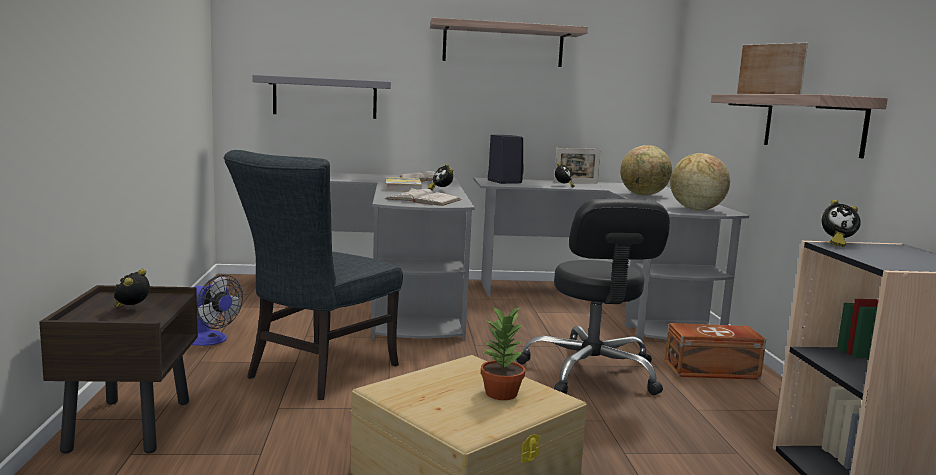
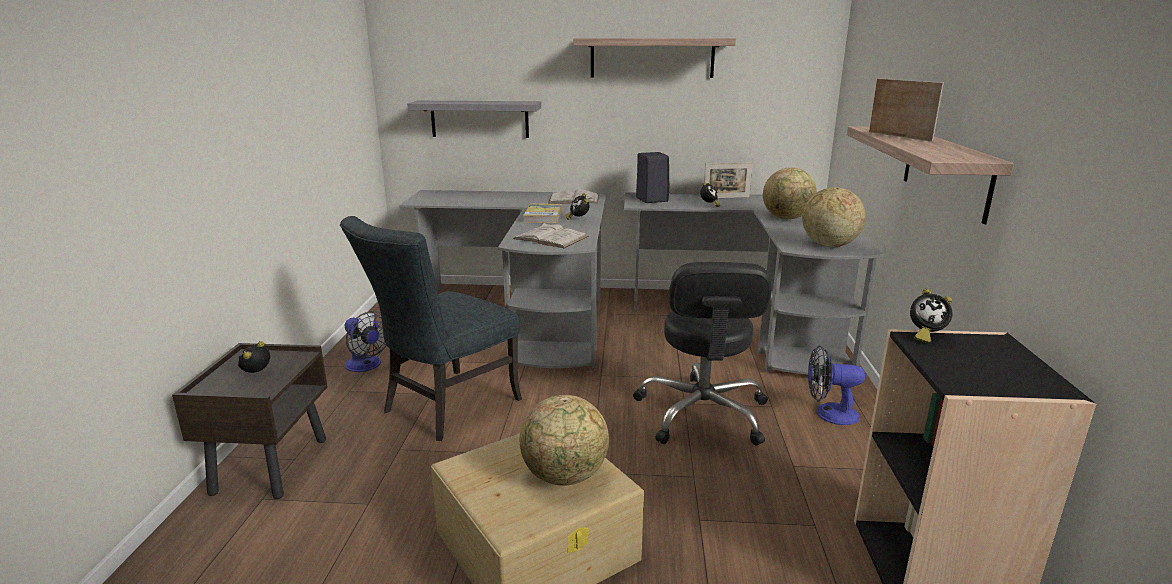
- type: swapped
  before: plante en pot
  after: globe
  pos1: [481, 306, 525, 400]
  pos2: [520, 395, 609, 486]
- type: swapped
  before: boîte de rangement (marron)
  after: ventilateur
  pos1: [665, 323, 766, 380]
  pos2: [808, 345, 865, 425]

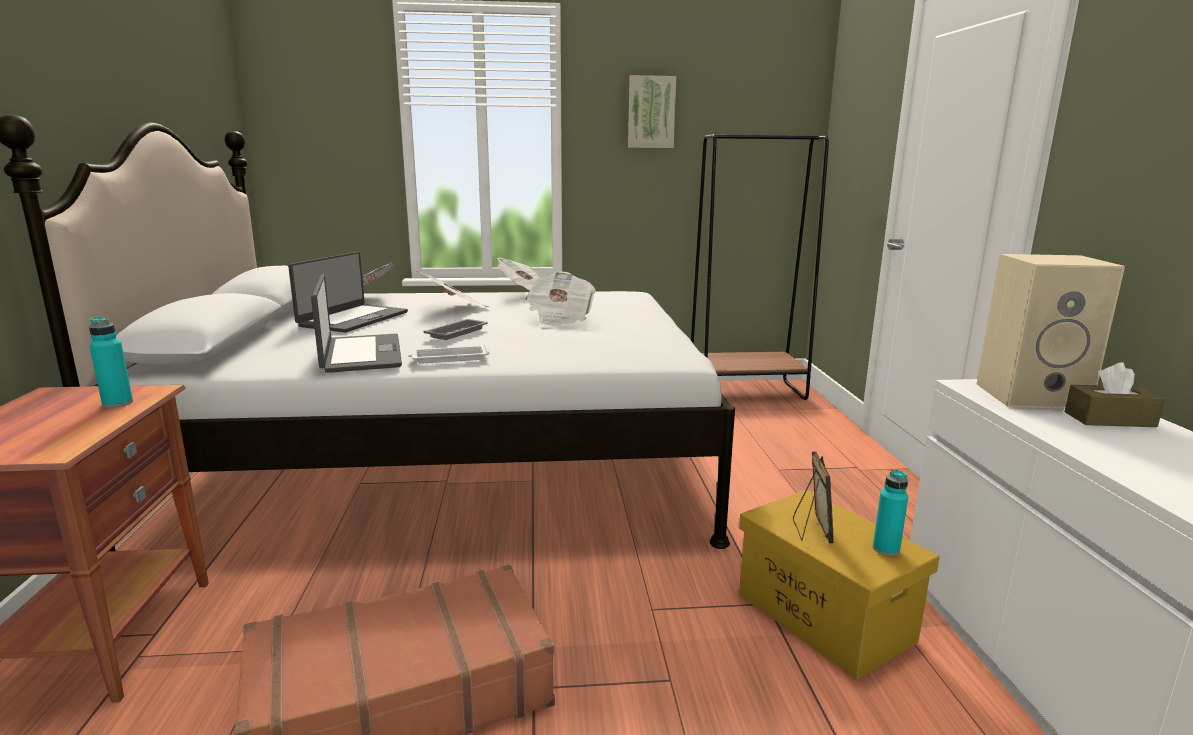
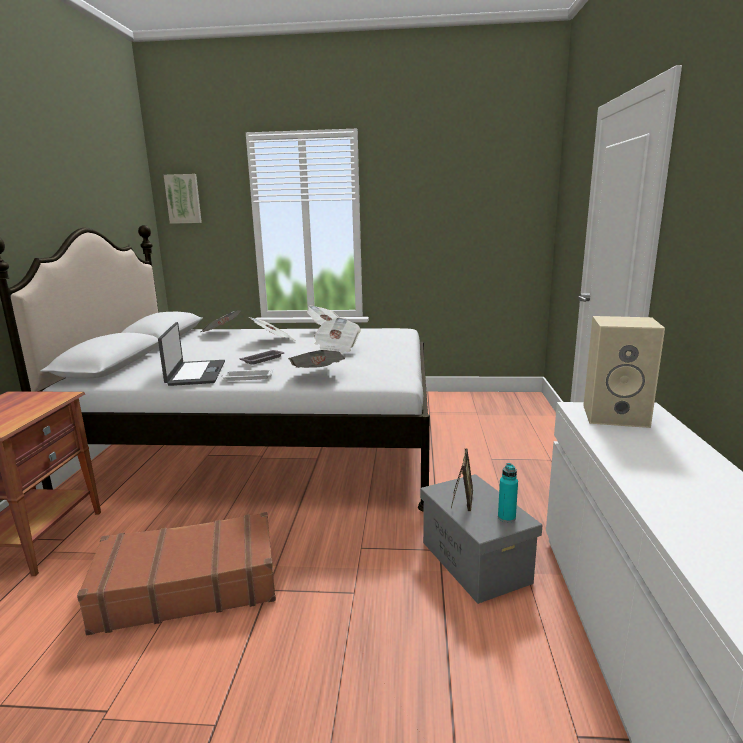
- type: gone
  before: bouteille (turquoise)
  pos1: [89, 317, 133, 408]
- type: gone
  before: ordinateur portable
  pos1: [288, 252, 408, 333]
- type: shifted
  before: tableau
  pos1: [628, 75, 676, 148]
  pos2: [164, 174, 202, 224]
- type: gone
  before: portant
  pos1: [691, 134, 829, 400]
- type: repainted
  before: boîte de rangement (jaune)
  after: boîte de rangement (gris)
  pos1: [739, 490, 940, 679]
  pos2: [420, 474, 543, 604]
- type: gone
  before: boîte à mouchoirs (marron)
  pos1: [1065, 362, 1165, 427]
- type: new
  after: journal
  pos2: [288, 350, 345, 368]

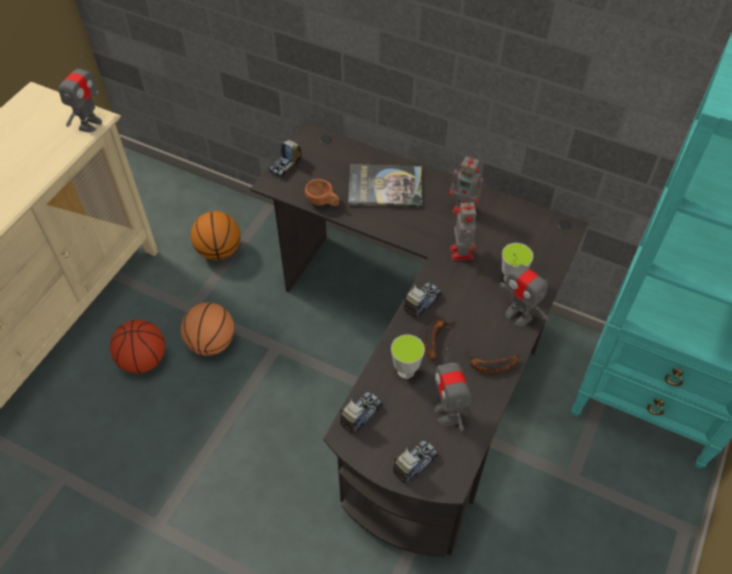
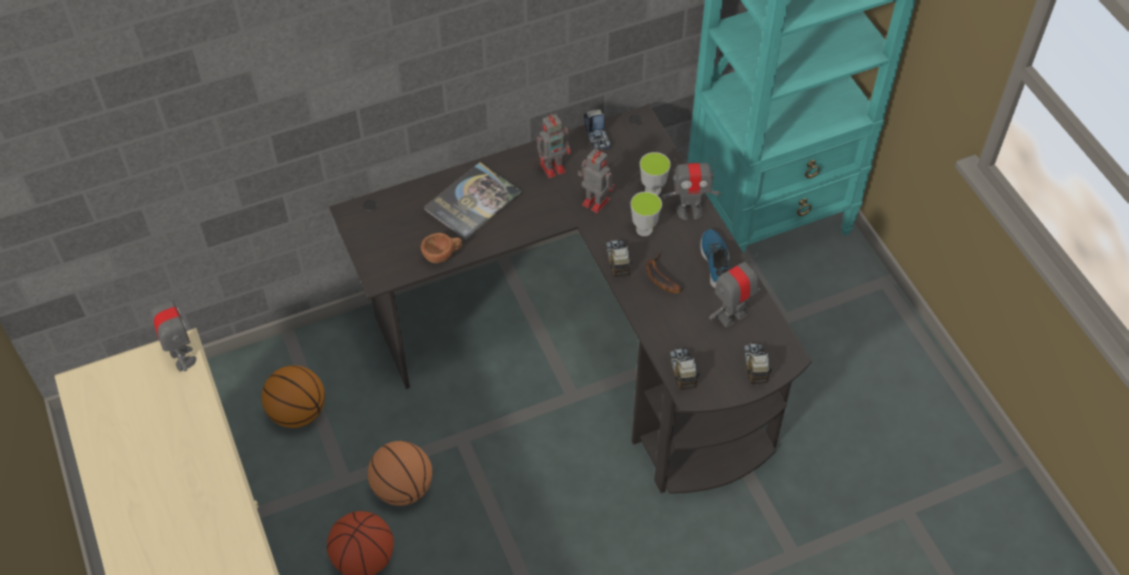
- type: shifted
  before: camion jouet
  pos1: [269, 140, 302, 178]
  pos2: [584, 110, 611, 150]
- type: shifted
  before: tasse
  pos1: [391, 334, 425, 379]
  pos2: [630, 191, 662, 236]
- type: rotated
  before: robot jouet
  pos1: [435, 348, 471, 431]
  pos2: [709, 253, 761, 327]
  turn: 120
- type: swapped
  before: banane
  after: chaussure
  pos1: [467, 350, 519, 373]
  pos2: [700, 229, 729, 288]

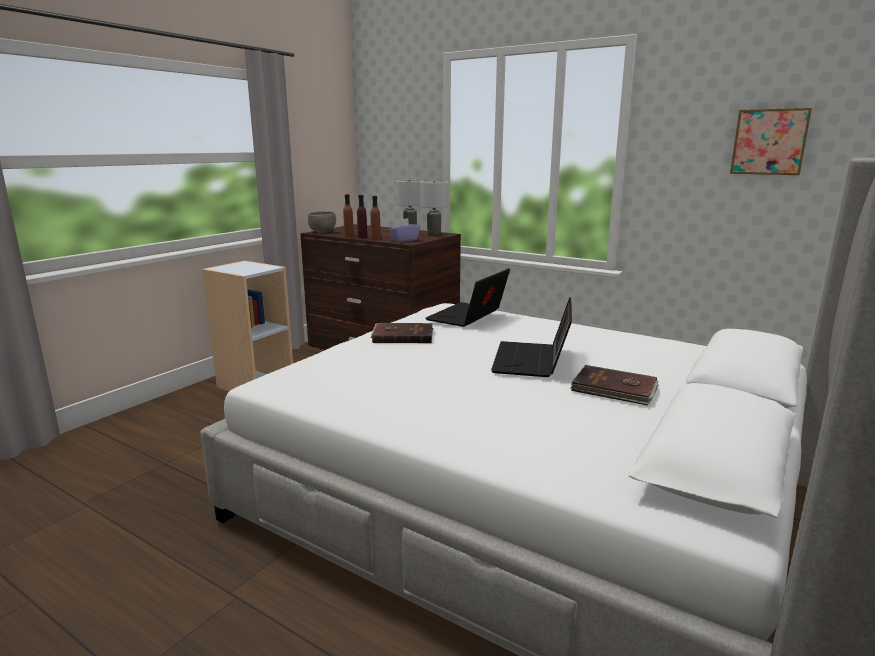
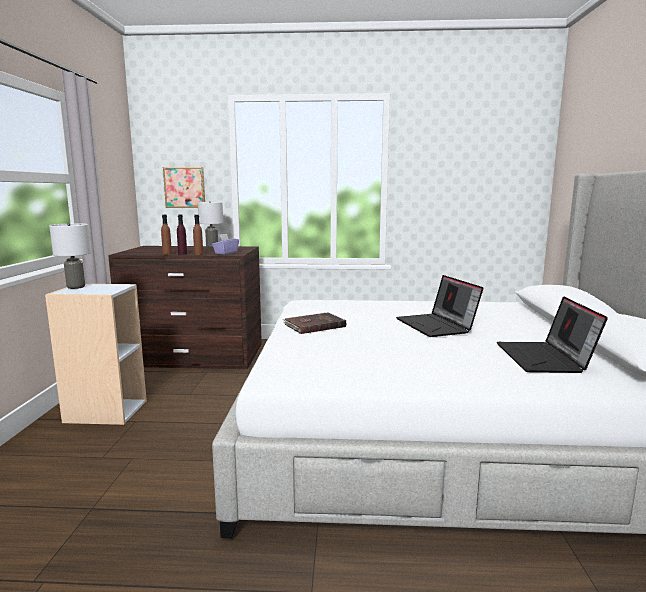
- type: gone
  before: bol (gris)
  pos1: [308, 211, 336, 233]
- type: shifted
  before: lampe de table (blanc)
  pos1: [420, 181, 448, 236]
  pos2: [49, 223, 91, 289]
- type: shifted
  before: ordinateur portable
  pos1: [425, 268, 510, 327]
  pos2: [497, 296, 608, 373]
- type: gone
  before: livre (marron)
  pos1: [570, 365, 659, 406]
- type: shifted
  before: tableau
  pos1: [730, 108, 812, 175]
  pos2: [163, 167, 205, 208]

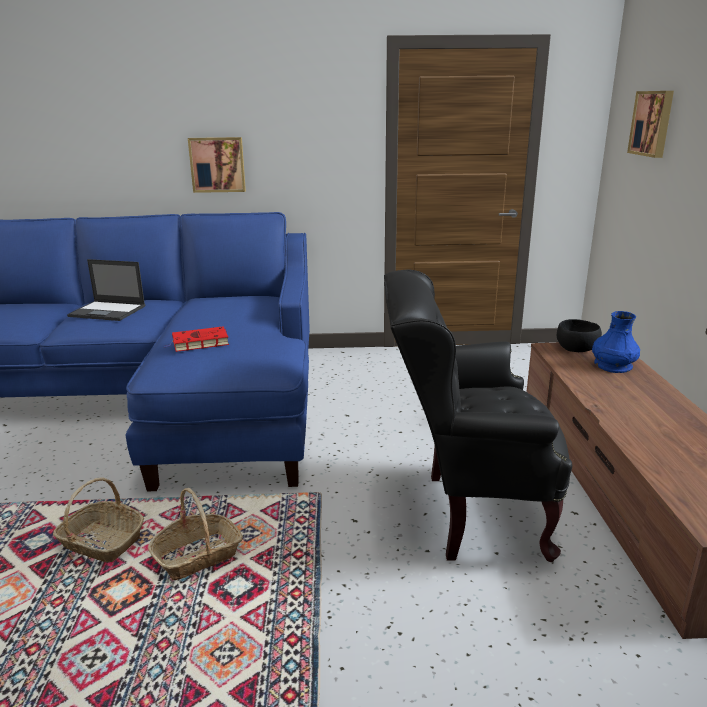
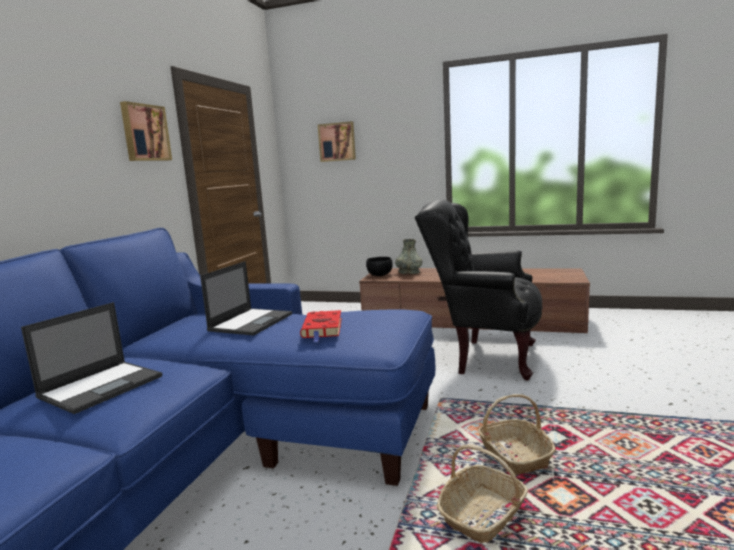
- type: shifted
  before: tableau
  pos1: [188, 137, 246, 193]
  pos2: [120, 101, 172, 161]
- type: rotated
  before: fauteuil (noir)
  pos1: [384, 270, 572, 562]
  pos2: [415, 199, 542, 381]
  turn: 90
- type: repainted
  before: vase (bleu)
  after: vase (gris)
  pos1: [592, 311, 640, 373]
  pos2: [395, 239, 422, 274]
- type: new
  after: ordinateur portable
  pos2: [200, 261, 292, 336]

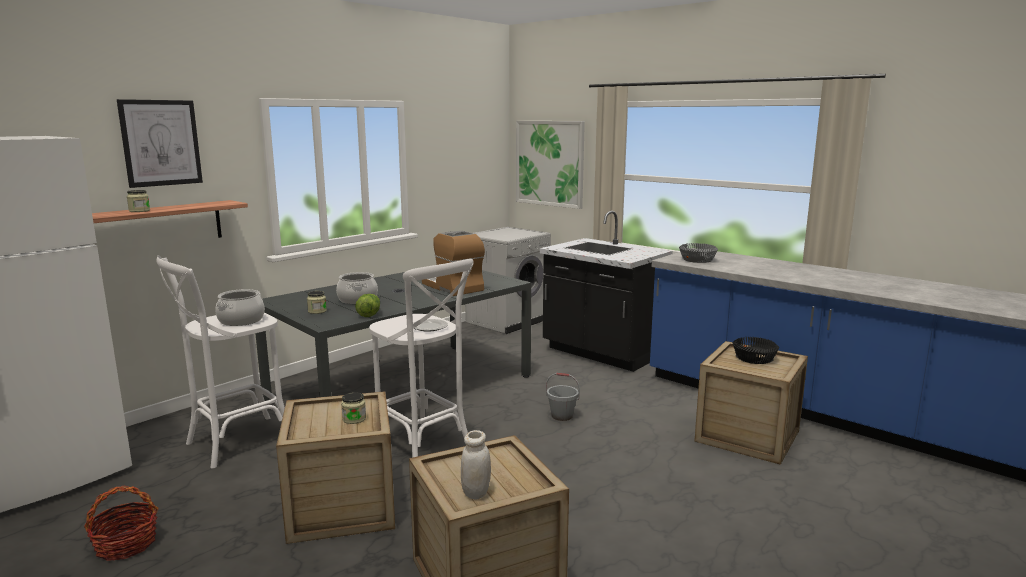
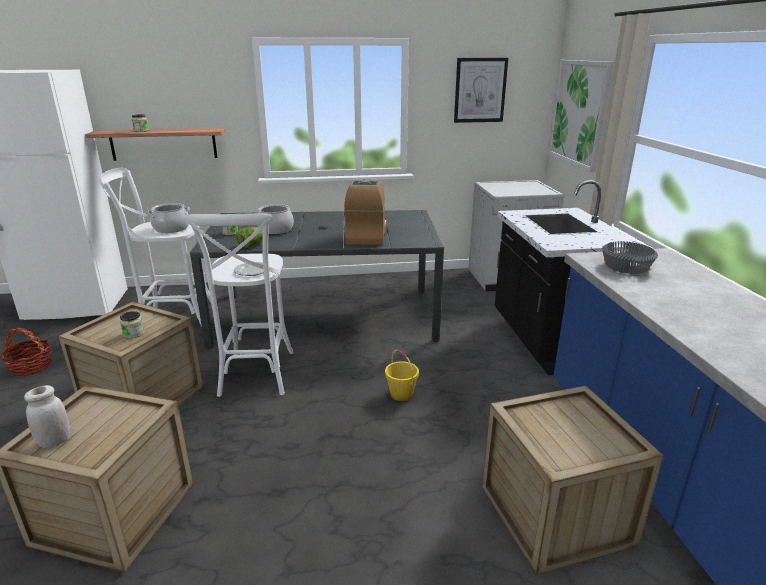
- type: shifted
  before: tableau
  pos1: [117, 99, 203, 188]
  pos2: [454, 58, 508, 123]
- type: repainted
  before: seau (gris)
  after: seau (jaune)
  pos1: [546, 373, 580, 421]
  pos2: [385, 350, 419, 401]
- type: gone
  before: bol (noir)
  pos1: [733, 337, 779, 364]

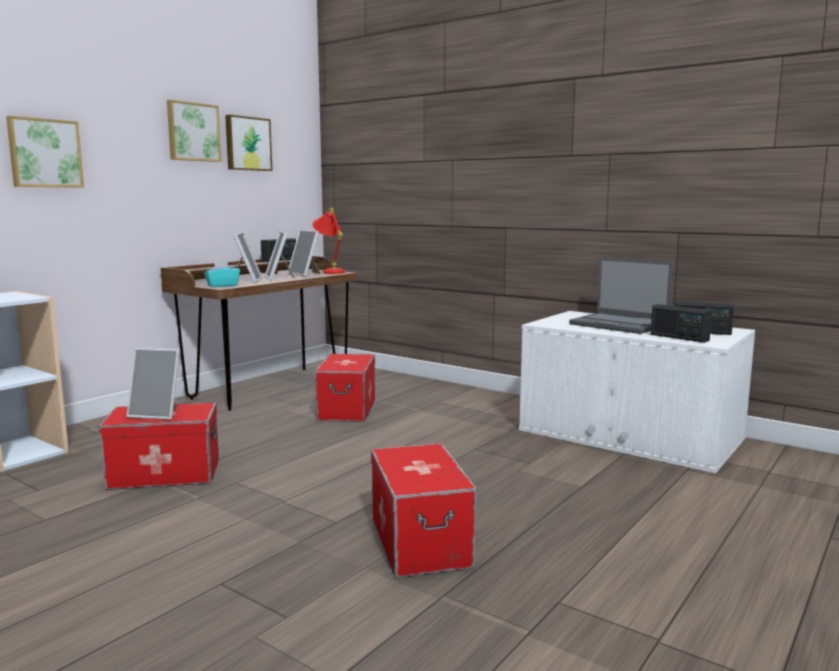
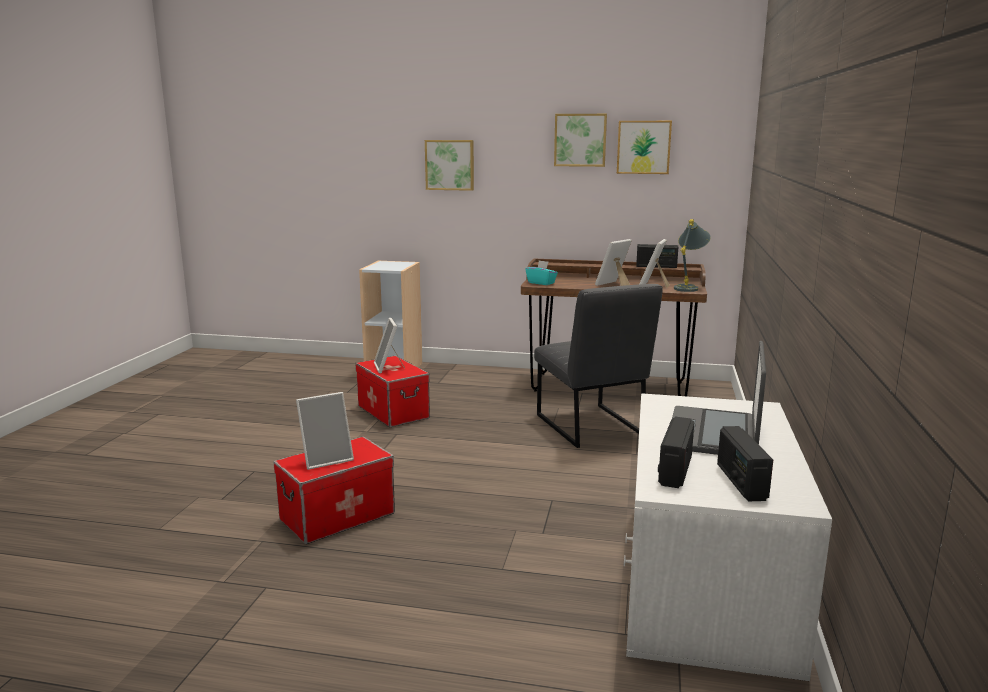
- type: shifted
  before: cadre photo
  pos1: [233, 232, 262, 283]
  pos2: [296, 392, 354, 470]
- type: repainted
  before: lampe de table (rouge)
  after: lampe de table (gris)
  pos1: [313, 208, 345, 274]
  pos2: [674, 219, 711, 292]
- type: swapped
  before: boîte de rangement
  after: chaise (gris)
  pos1: [314, 354, 375, 422]
  pos2: [534, 284, 663, 448]

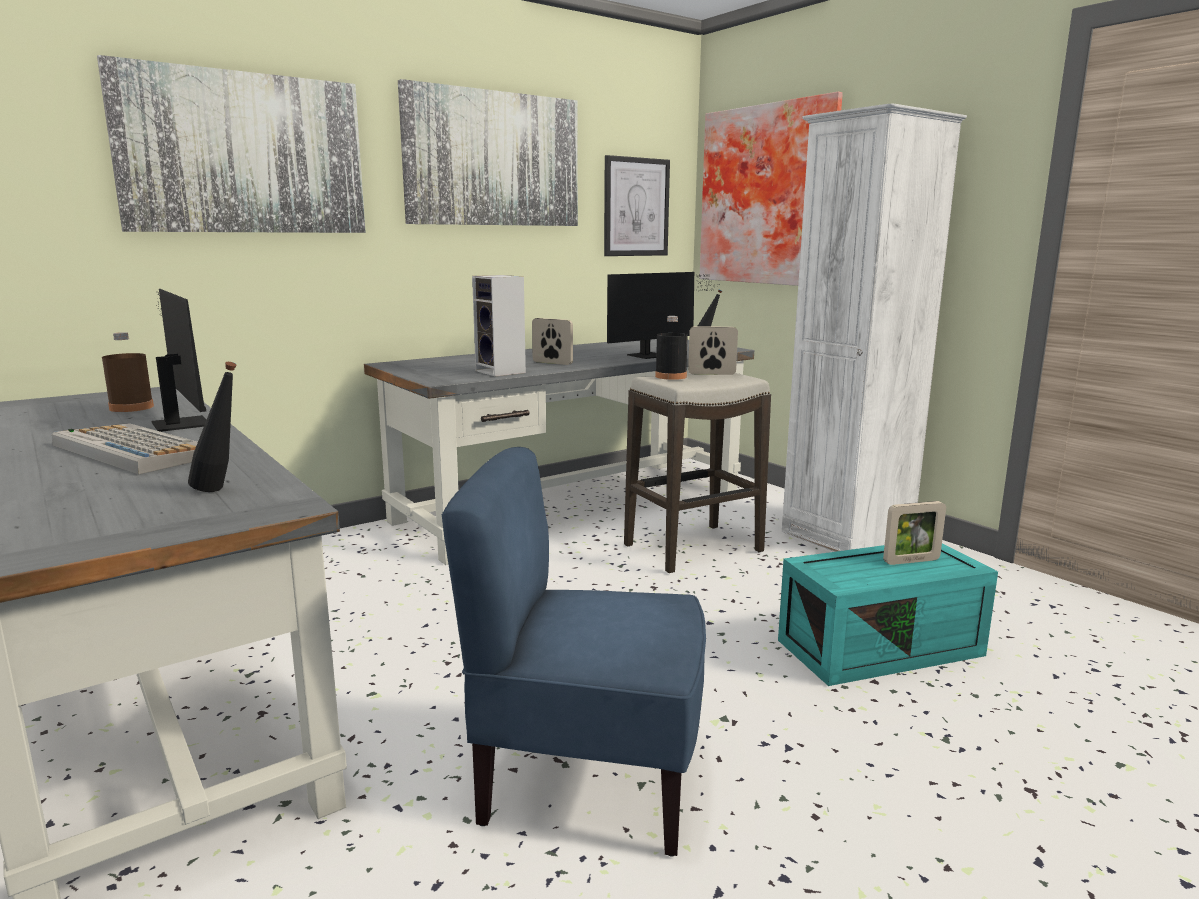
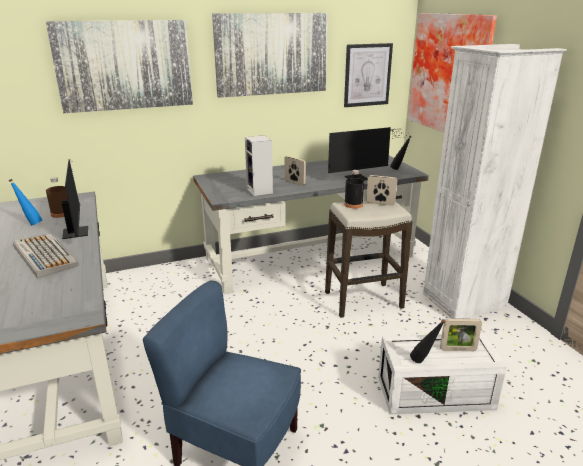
- type: shifted
  before: bouteille (noir)
  pos1: [188, 362, 236, 492]
  pos2: [410, 319, 446, 363]
- type: repainted
  before: boîte de rangement (turquoise)
  after: boîte de rangement (blanc)
  pos1: [778, 543, 998, 686]
  pos2: [378, 333, 507, 415]
- type: new
  after: bouteille (bleu)
  pos2: [9, 179, 42, 225]

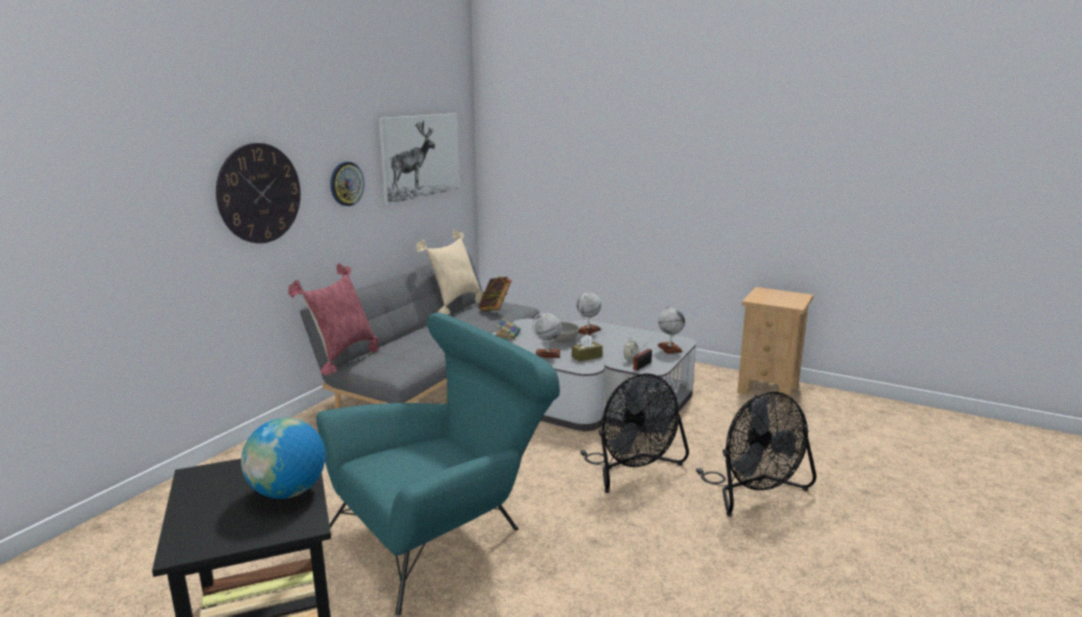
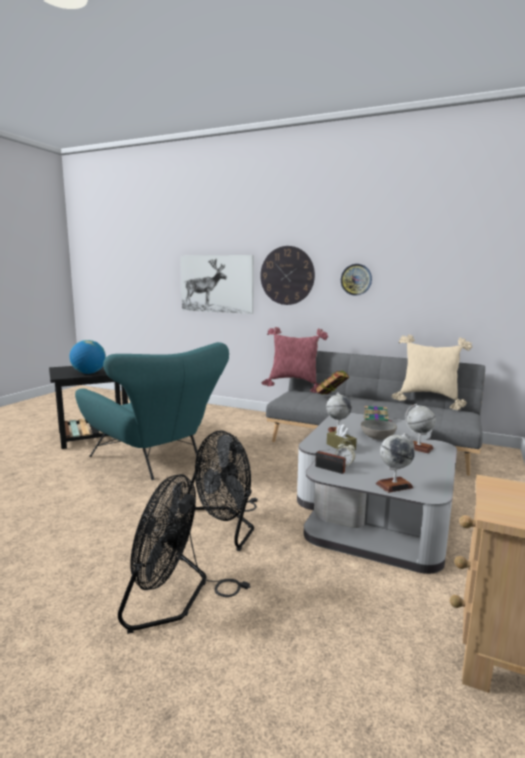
- type: shifted
  before: tableau
  pos1: [379, 114, 459, 204]
  pos2: [180, 255, 254, 314]
- type: shifted
  before: livre
  pos1: [478, 276, 512, 311]
  pos2: [315, 370, 350, 395]
- type: rotated
  before: ventilateur (noir)
  pos1: [696, 392, 817, 516]
  pos2: [118, 474, 250, 634]
  turn: 45

